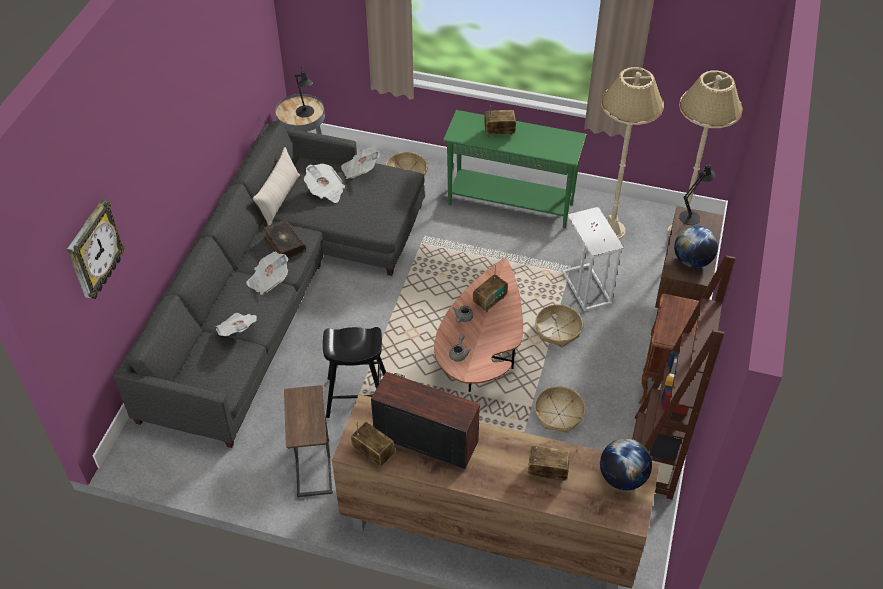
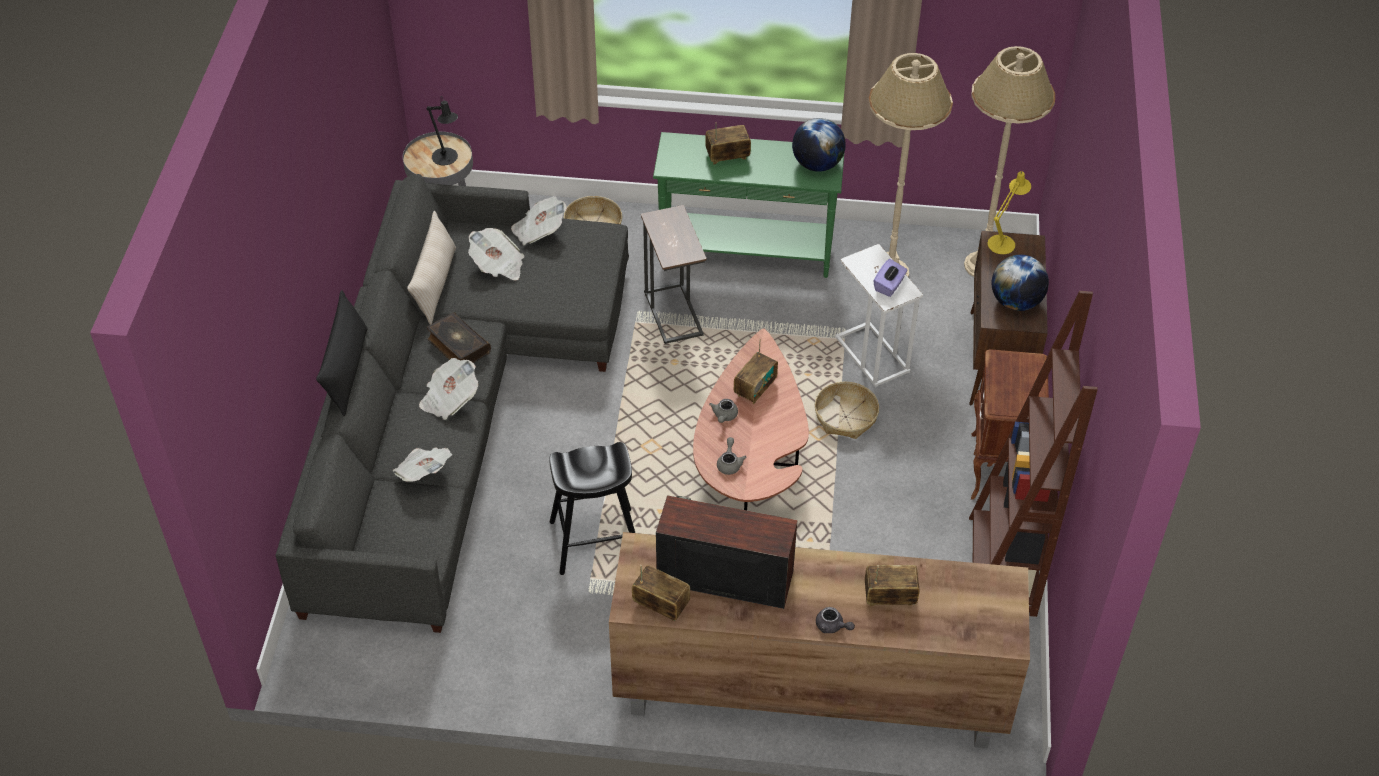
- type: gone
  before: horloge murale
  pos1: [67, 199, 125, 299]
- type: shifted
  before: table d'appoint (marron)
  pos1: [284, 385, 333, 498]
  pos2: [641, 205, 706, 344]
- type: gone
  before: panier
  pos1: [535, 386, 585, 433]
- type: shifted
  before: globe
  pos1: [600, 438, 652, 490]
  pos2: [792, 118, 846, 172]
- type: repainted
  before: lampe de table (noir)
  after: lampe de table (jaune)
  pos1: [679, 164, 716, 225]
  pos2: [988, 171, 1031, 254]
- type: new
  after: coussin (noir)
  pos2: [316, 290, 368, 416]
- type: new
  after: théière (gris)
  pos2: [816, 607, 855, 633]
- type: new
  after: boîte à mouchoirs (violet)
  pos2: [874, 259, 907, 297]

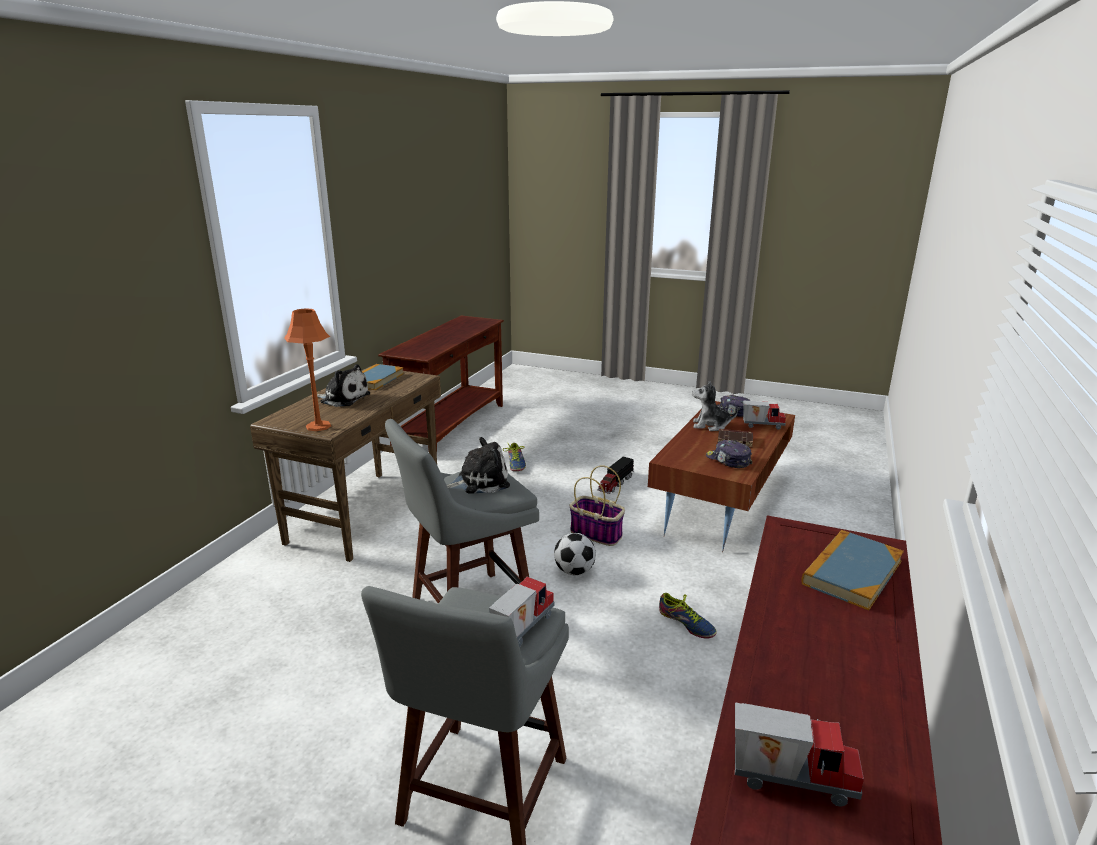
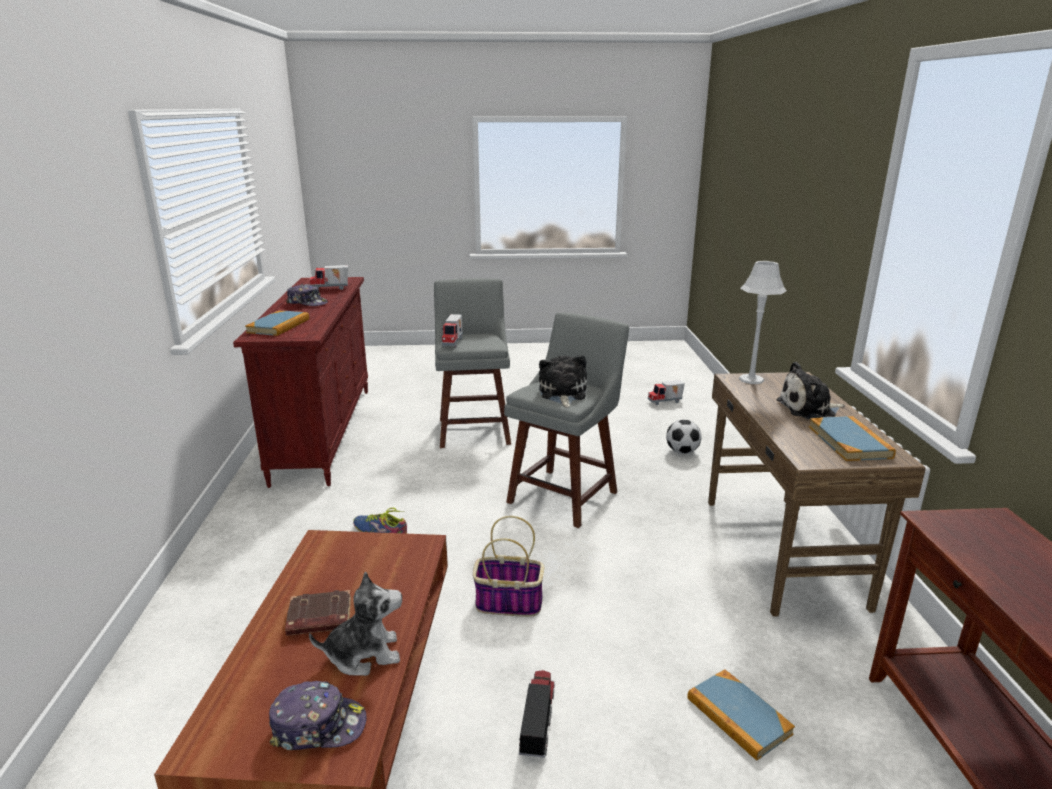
- type: repainted
  before: lampe de table (orange)
  after: lampe de table (gris)
  pos1: [284, 308, 331, 431]
  pos2: [739, 261, 787, 384]
- type: rotated
  before: peluche
  pos1: [447, 437, 510, 494]
  pos2: [539, 355, 587, 408]
  turn: 135
- type: swapped
  before: chaussure
  after: livre
  pos1: [503, 442, 526, 471]
  pos2: [687, 669, 795, 761]
- type: shifted
  before: ballon de foot
  pos1: [554, 533, 596, 575]
  pos2: [666, 420, 702, 454]
- type: shifted
  before: casquette
  pos1: [706, 440, 752, 468]
  pos2: [286, 284, 328, 306]
- type: shifted
  before: camion jouet
  pos1: [743, 401, 786, 429]
  pos2: [648, 380, 685, 406]

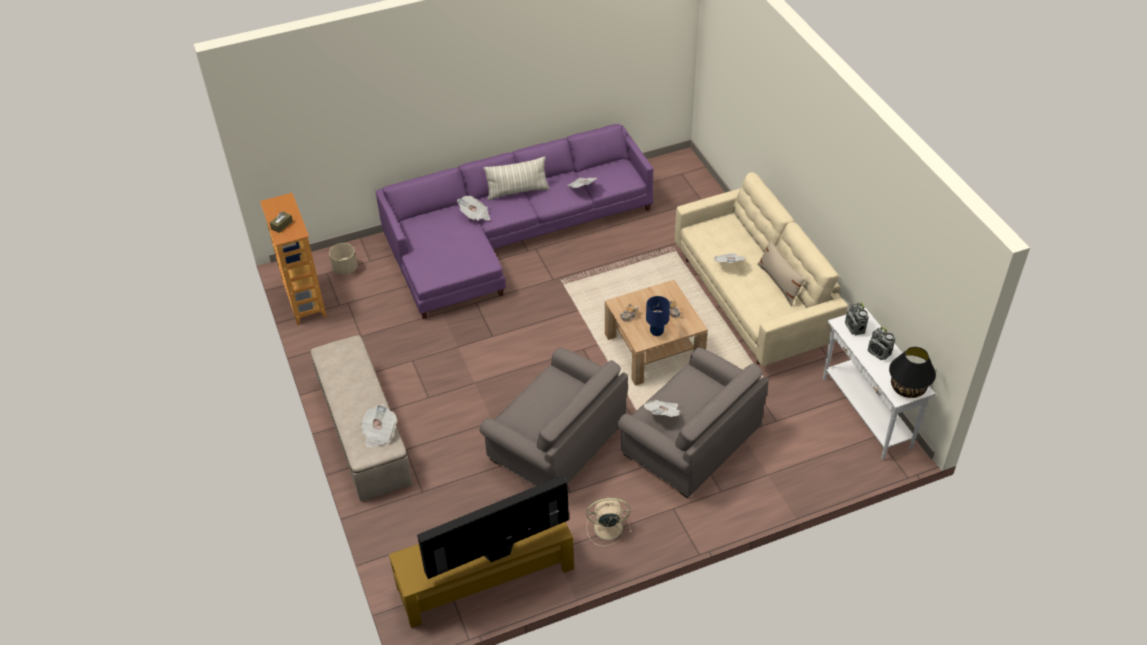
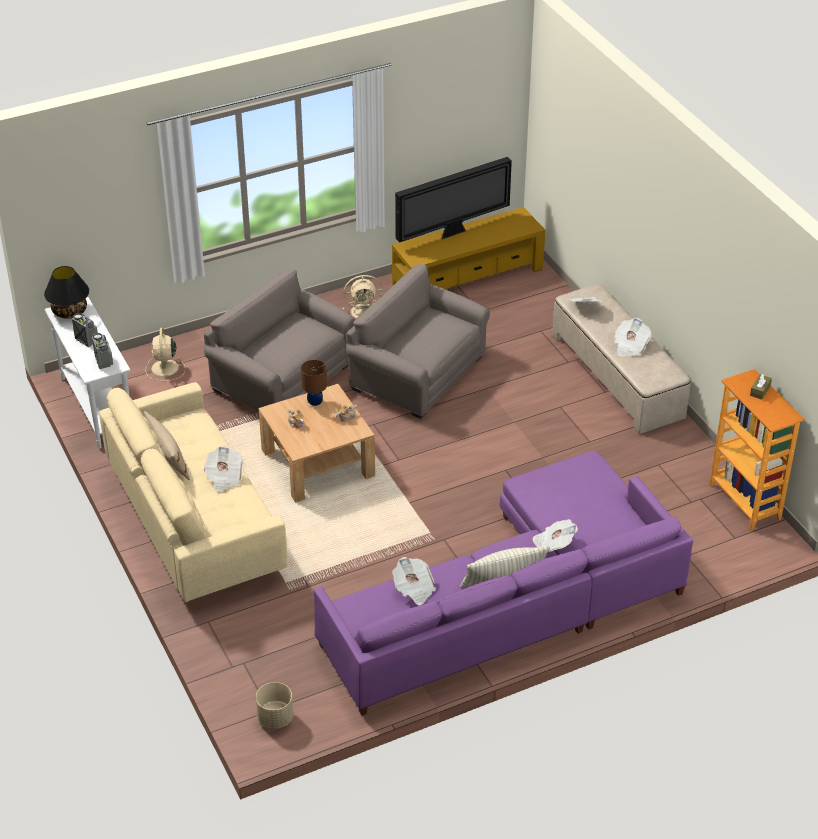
- type: shifted
  before: cache-pot (beige)
  pos1: [329, 243, 357, 275]
  pos2: [256, 682, 293, 729]
- type: shifted
  before: journal
  pos1: [644, 400, 680, 417]
  pos2: [614, 318, 652, 357]
- type: repainted
  before: lampe de table (bleu)
  after: lampe de table (marron)
  pos1: [646, 296, 670, 336]
  pos2: [301, 360, 327, 406]
- type: new
  after: ventilateur (beige)
  pos2: [146, 327, 185, 381]

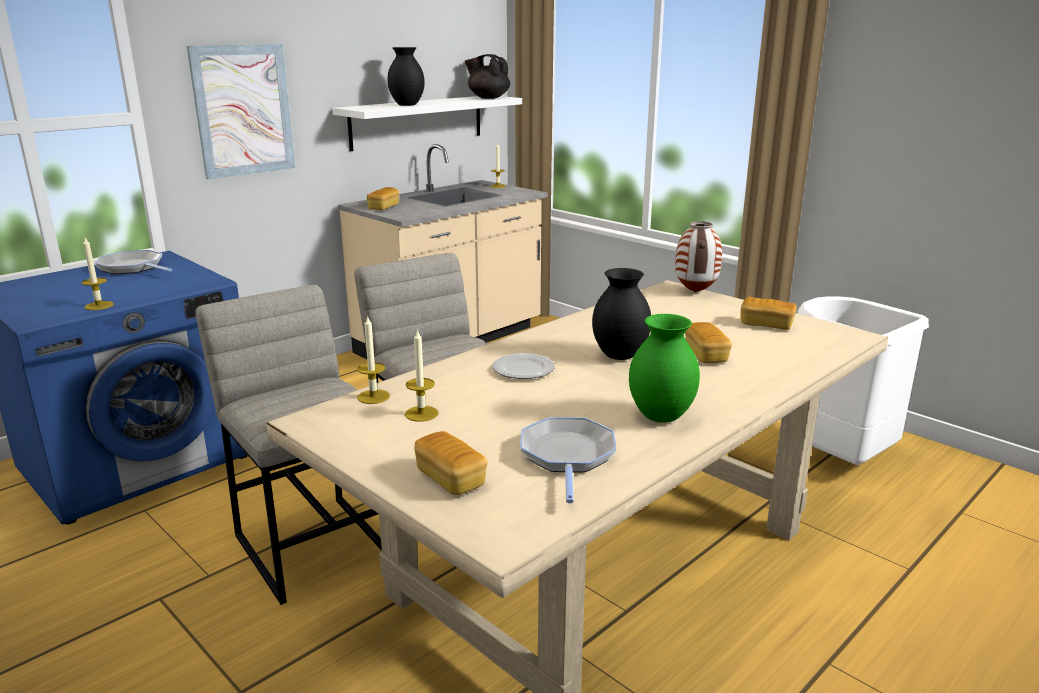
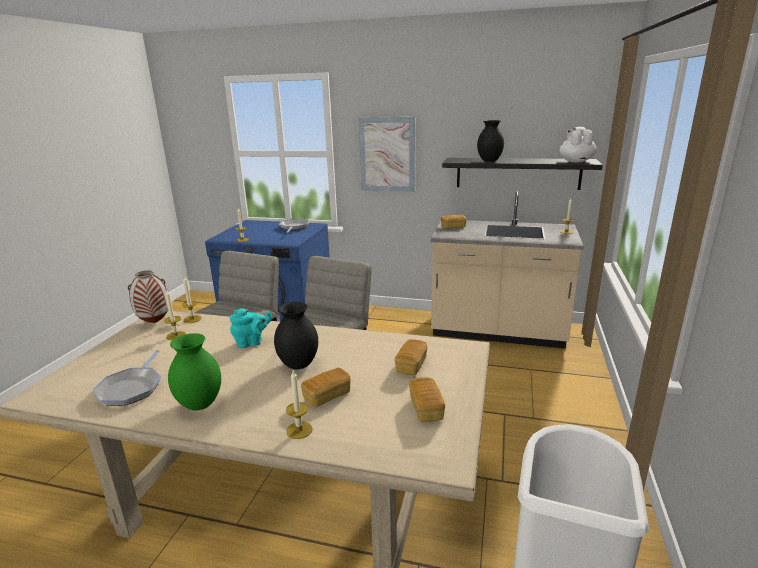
- type: repainted
  before: étagère (blanc)
  after: étagère (noir)
  pos1: [332, 96, 522, 151]
  pos2: [442, 158, 603, 190]
- type: shifted
  before: pain
  pos1: [414, 431, 487, 495]
  pos2: [394, 339, 427, 375]
- type: repainted
  before: théière (noir)
  after: théière (blanc)
  pos1: [465, 54, 510, 99]
  pos2: [559, 127, 597, 163]
- type: swapped
  before: assiette
  after: théière (turquoise)
  pos1: [493, 353, 555, 379]
  pos2: [230, 308, 272, 348]
- type: rotated
  before: poêle
  pos1: [520, 417, 616, 503]
  pos2: [93, 350, 161, 406]
  turn: 120
- type: shifted
  before: vase
  pos1: [675, 221, 722, 292]
  pos2: [128, 271, 168, 323]
- type: new
  after: bougie
  pos2: [286, 371, 313, 439]

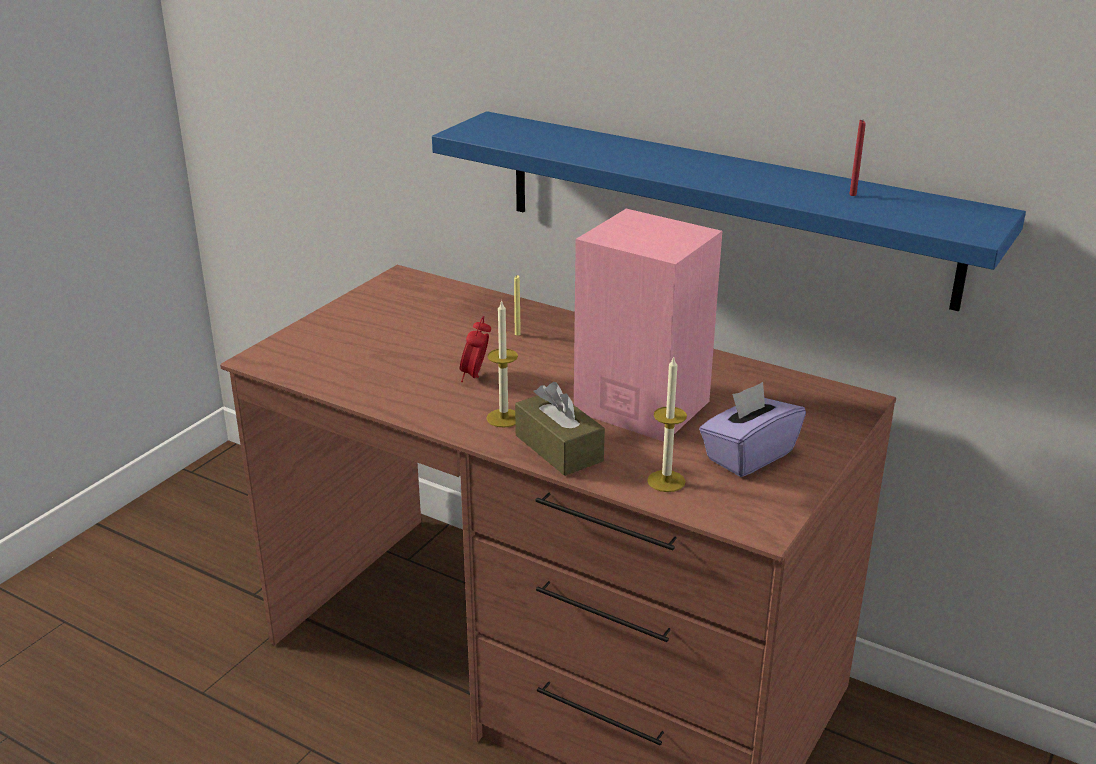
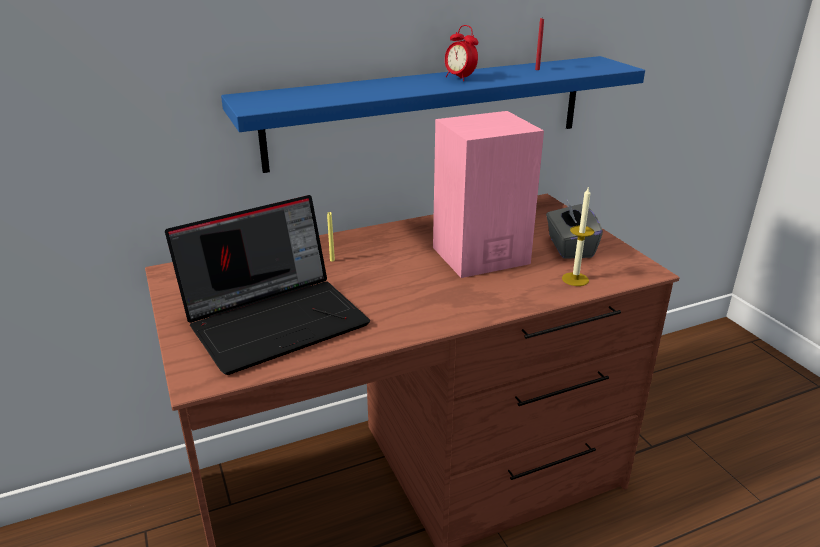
- type: shifted
  before: réveil
  pos1: [460, 316, 491, 382]
  pos2: [445, 25, 478, 81]
- type: gone
  before: bougie
  pos1: [487, 300, 518, 427]
- type: gone
  before: boîte à mouchoirs (marron)
  pos1: [515, 382, 605, 476]
- type: repainted
  before: boîte à mouchoirs (violet)
  after: boîte à mouchoirs (gris)
  pos1: [699, 382, 806, 477]
  pos2: [546, 200, 603, 259]
- type: new
  after: ordinateur portable
  pos2: [165, 195, 370, 375]

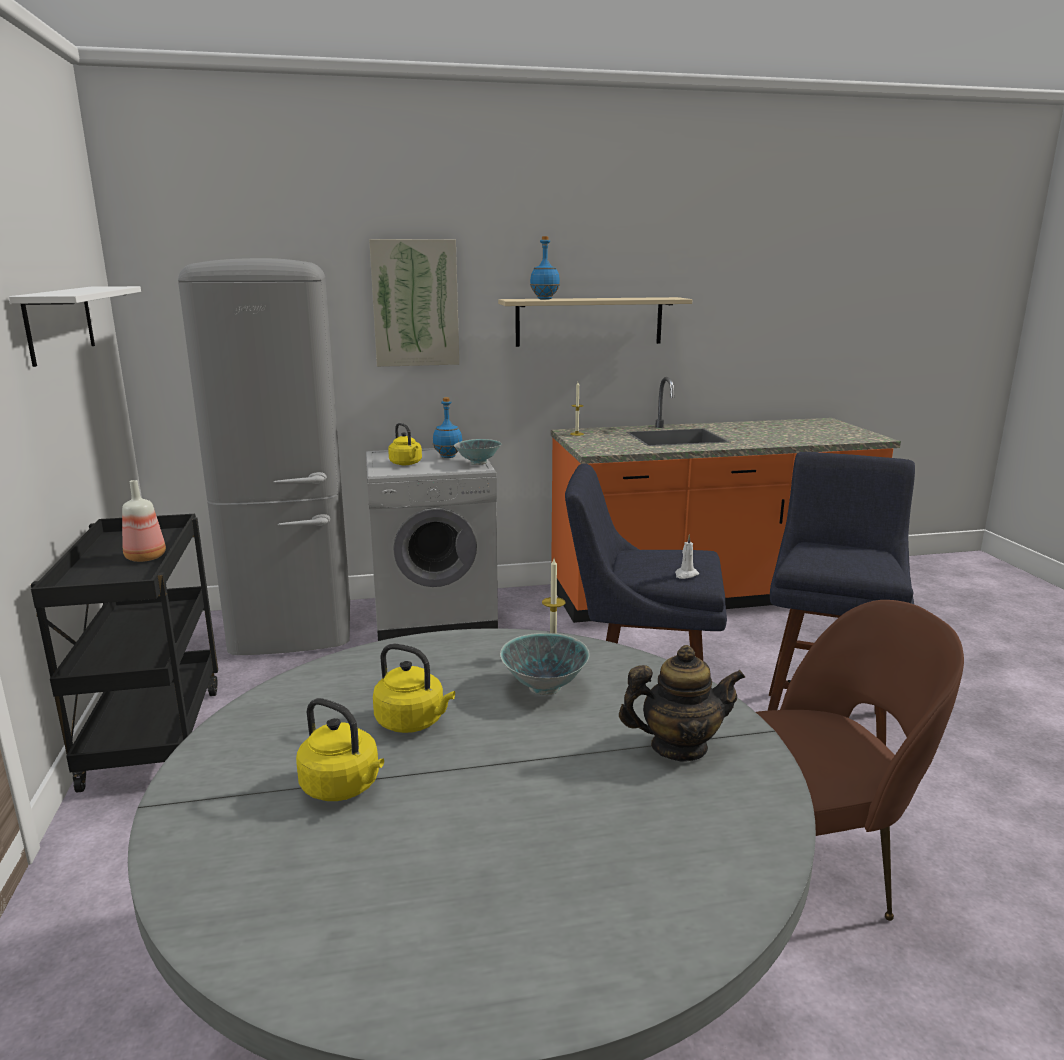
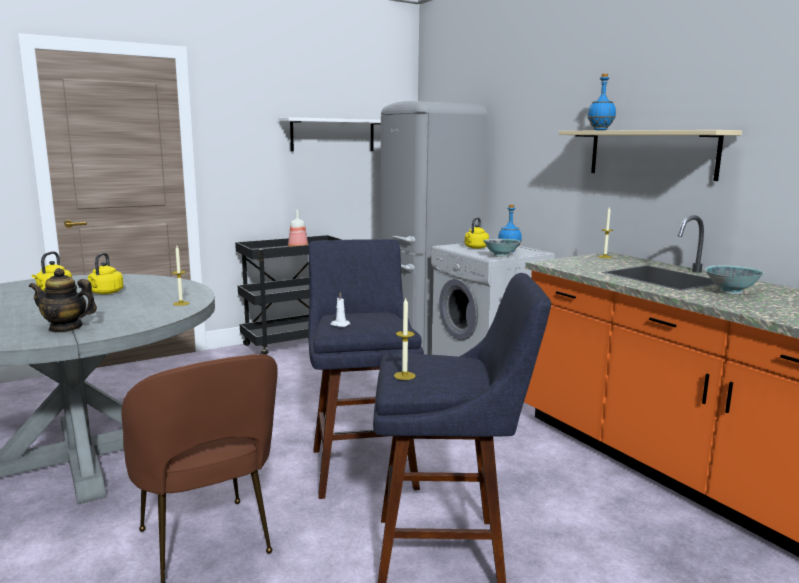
- type: gone
  before: tableau
  pos1: [369, 239, 459, 367]
- type: shifted
  before: bol
  pos1: [500, 633, 590, 695]
  pos2: [705, 265, 764, 295]
- type: rotated
  before: théière
  pos1: [619, 645, 745, 762]
  pos2: [29, 268, 97, 333]
  turn: 120
- type: new
  after: bougie
  pos2: [394, 298, 416, 380]

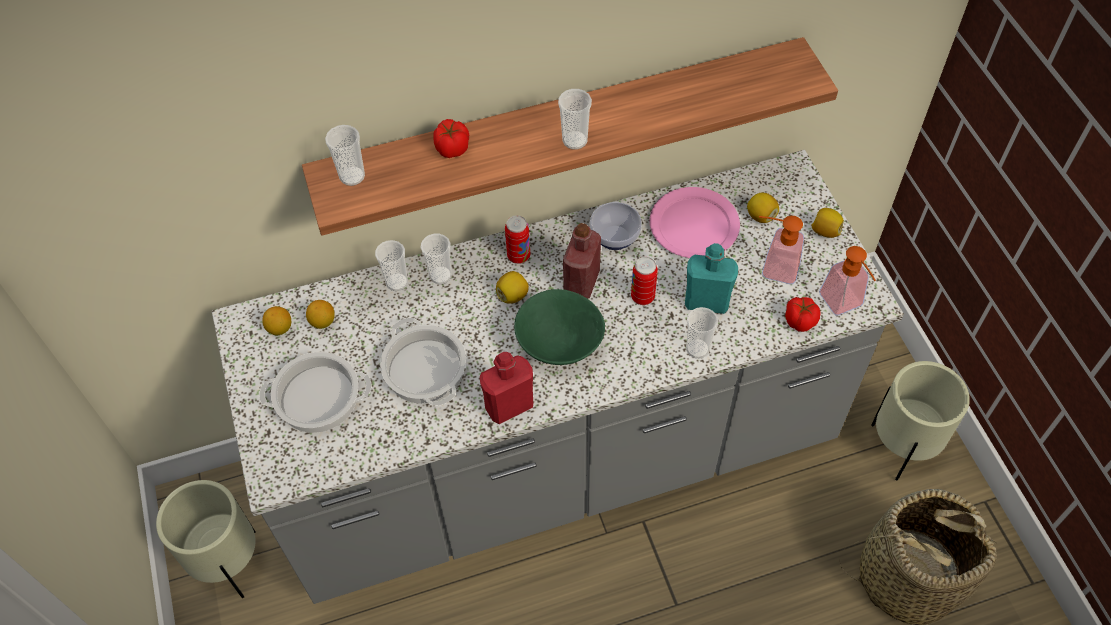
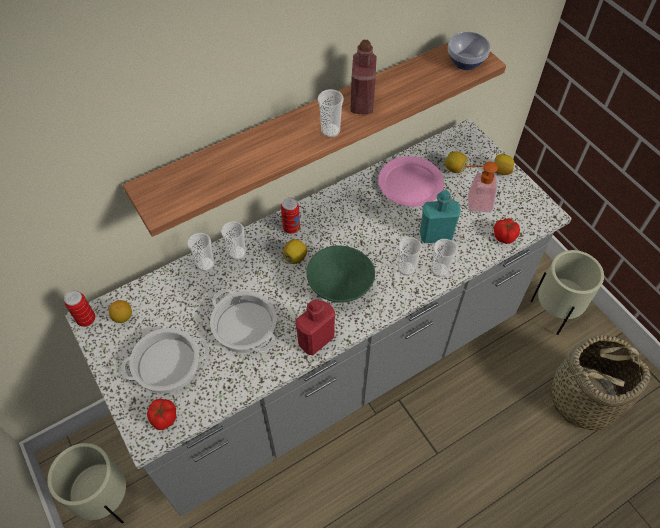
- type: gone
  before: citron
  pos1: [306, 300, 335, 329]
- type: shifted
  before: tasse
  pos1: [325, 125, 365, 186]
  pos2: [398, 237, 422, 276]
- type: shifted
  before: tomate
  pos1: [433, 119, 469, 158]
  pos2: [147, 399, 176, 430]
- type: shifted
  before: bouteille (rouge)
  pos1: [563, 223, 601, 299]
  pos2: [350, 40, 377, 114]
- type: shifted
  before: bol
  pos1: [590, 202, 642, 250]
  pos2: [448, 31, 490, 70]
- type: shifted
  before: boîte métallique
  pos1: [631, 257, 658, 305]
  pos2: [64, 290, 95, 327]
- type: gone
  before: distributeur de savon
  pos1: [819, 246, 876, 315]

